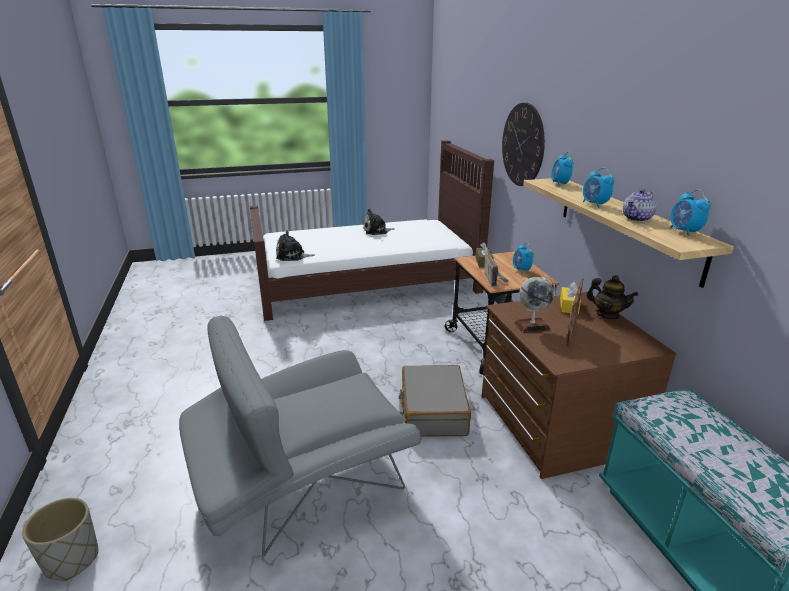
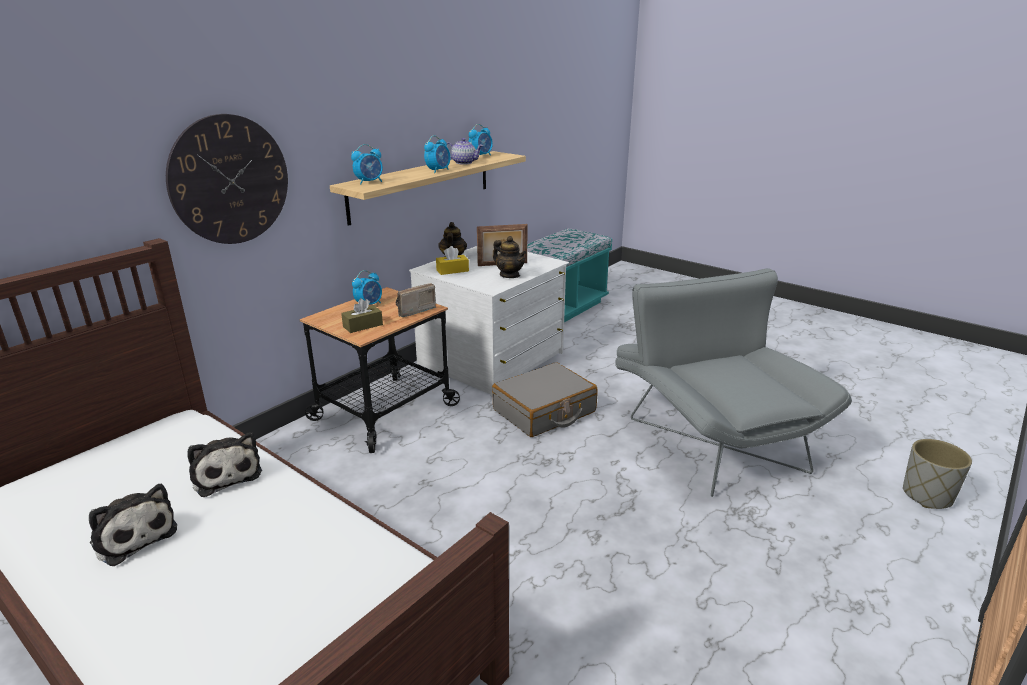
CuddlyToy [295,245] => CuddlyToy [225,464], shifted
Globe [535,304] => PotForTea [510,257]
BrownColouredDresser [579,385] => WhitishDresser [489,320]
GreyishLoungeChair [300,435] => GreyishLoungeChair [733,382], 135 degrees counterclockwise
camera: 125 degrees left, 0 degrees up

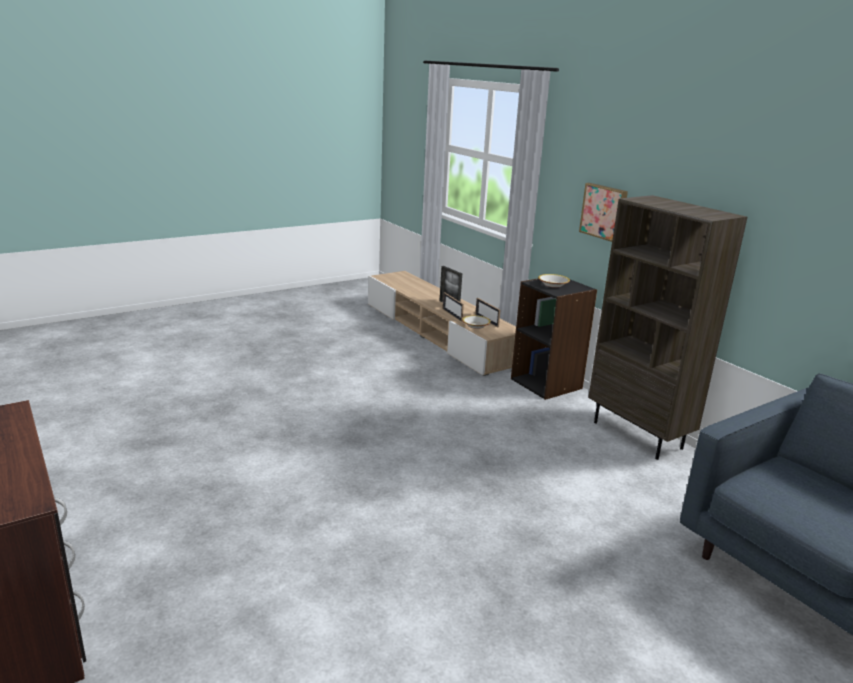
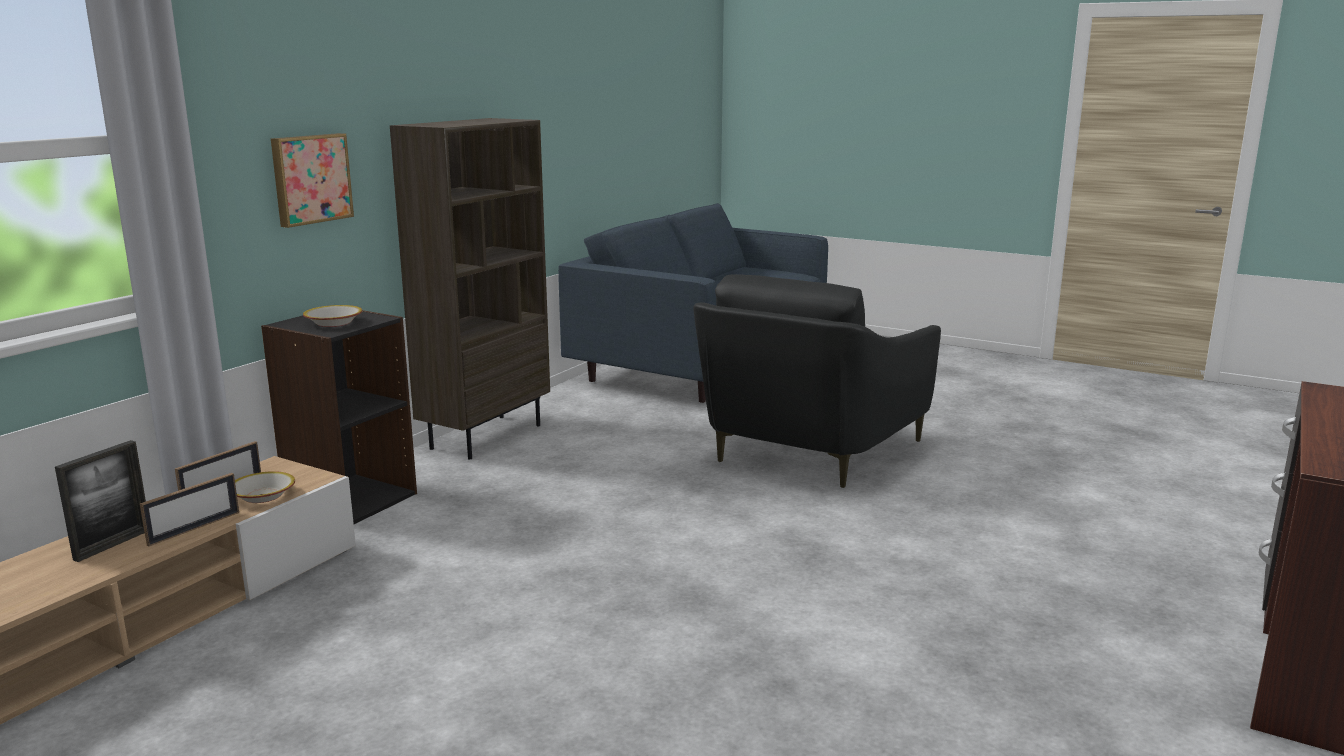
nothing => BlackLoungeChair [817,381]
camera: 115 degrees left, 5 degrees down

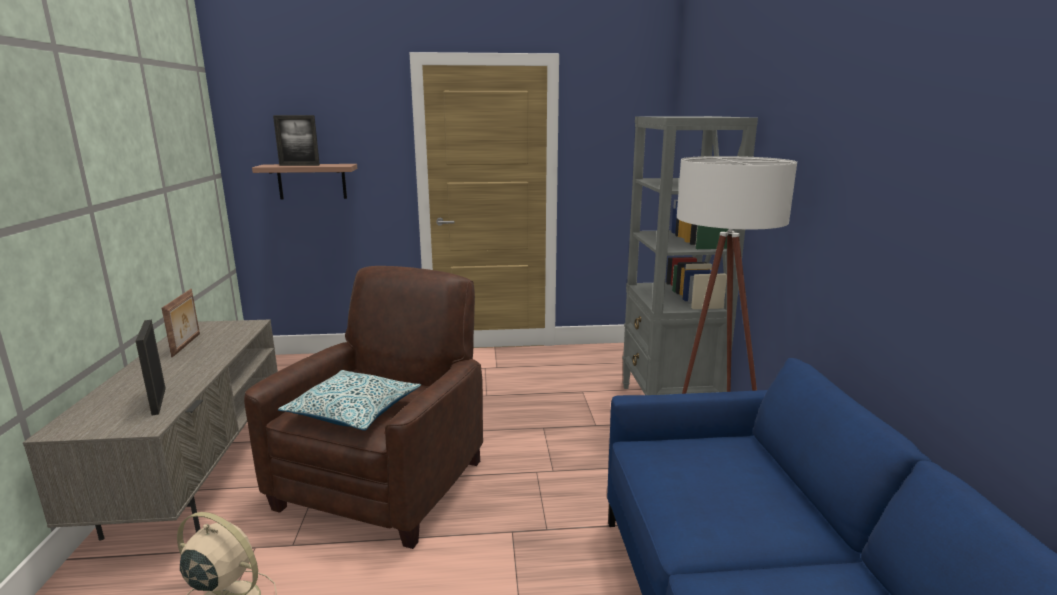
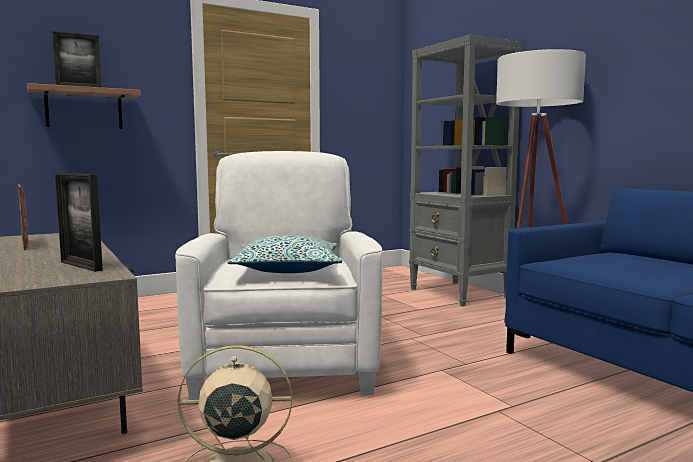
BrownColouredLoungeChair [363,407] => WhitishLoungeChair [279,275]
camera: 25 degrees left, 10 degrees down

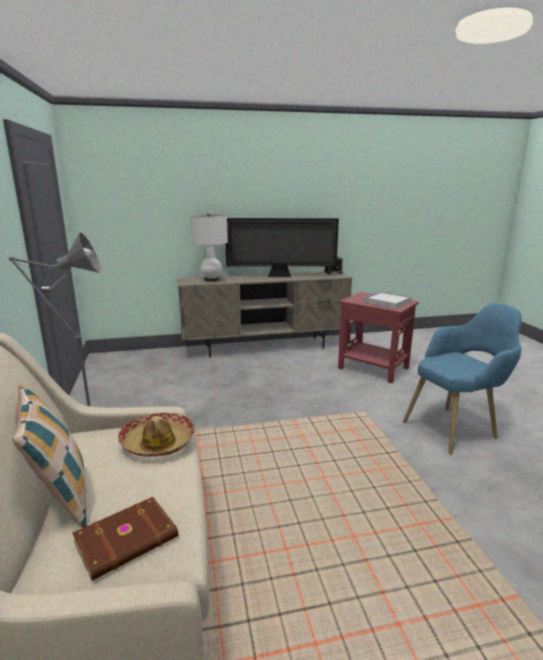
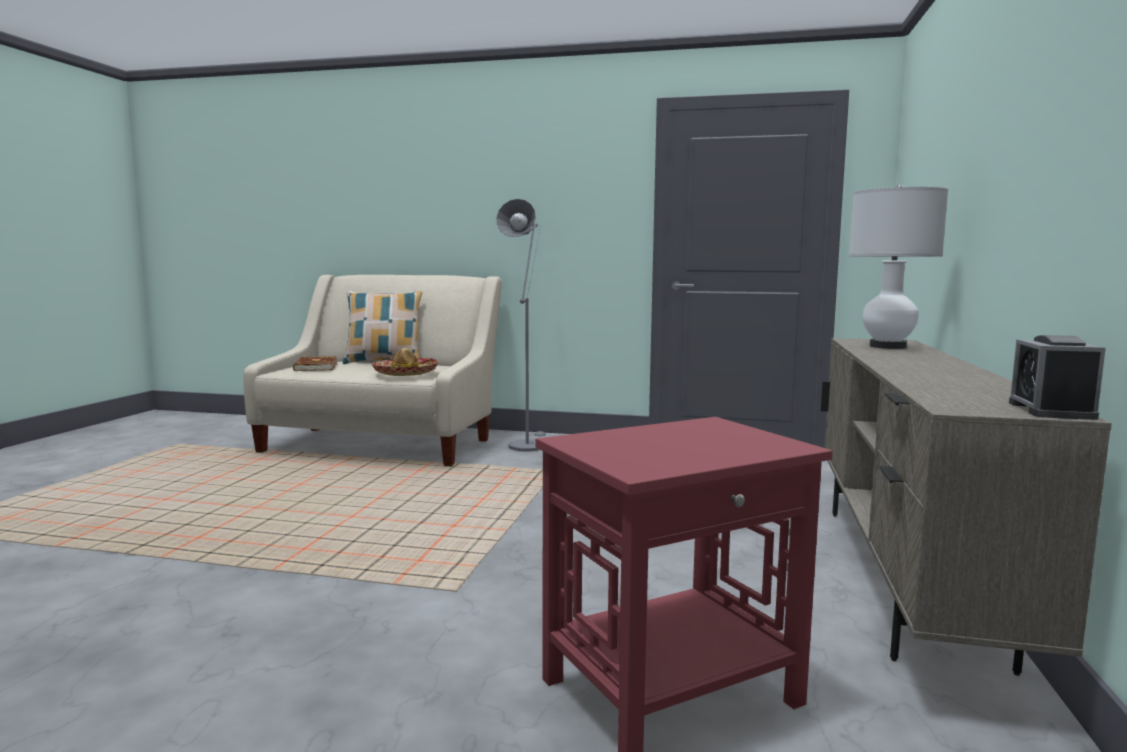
Tv [282,247] => nothing
WhitishServingTray [388,300] => nothing
BluishLoungeChair [462,379] => nothing
camera: 115 degrees right, 10 degrees down

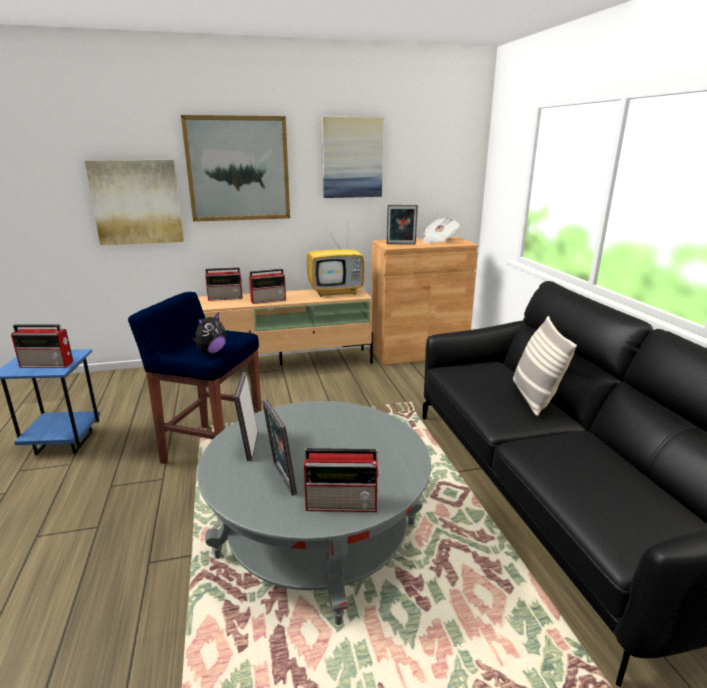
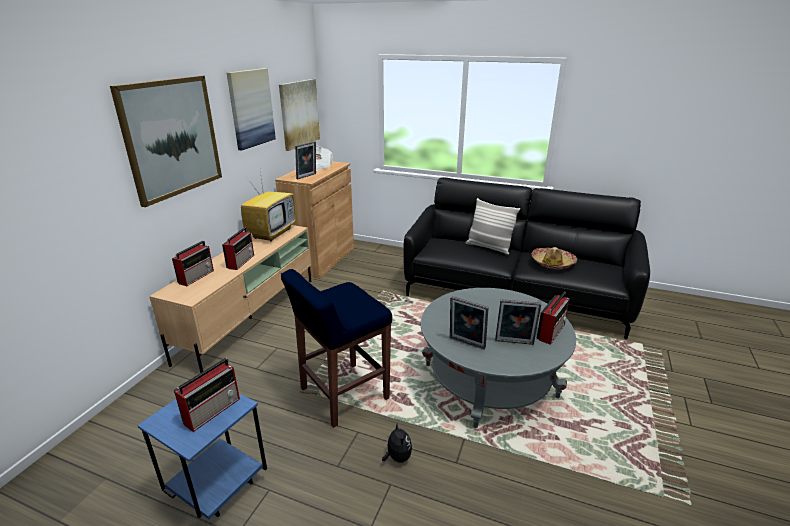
nothing => WearableHat [554,258]
WallPicture [134,202] => WallPicture [299,115], shifted
CuddlyToy [209,333] => CuddlyToy [397,442], shifted
camera: 55 degrees left, 5 degrees up

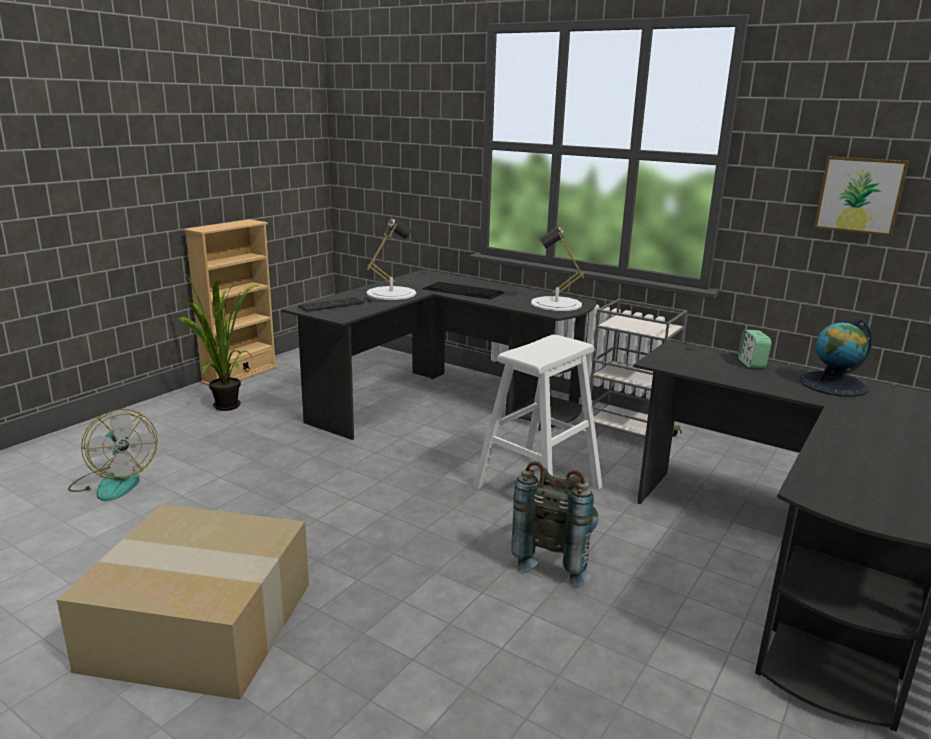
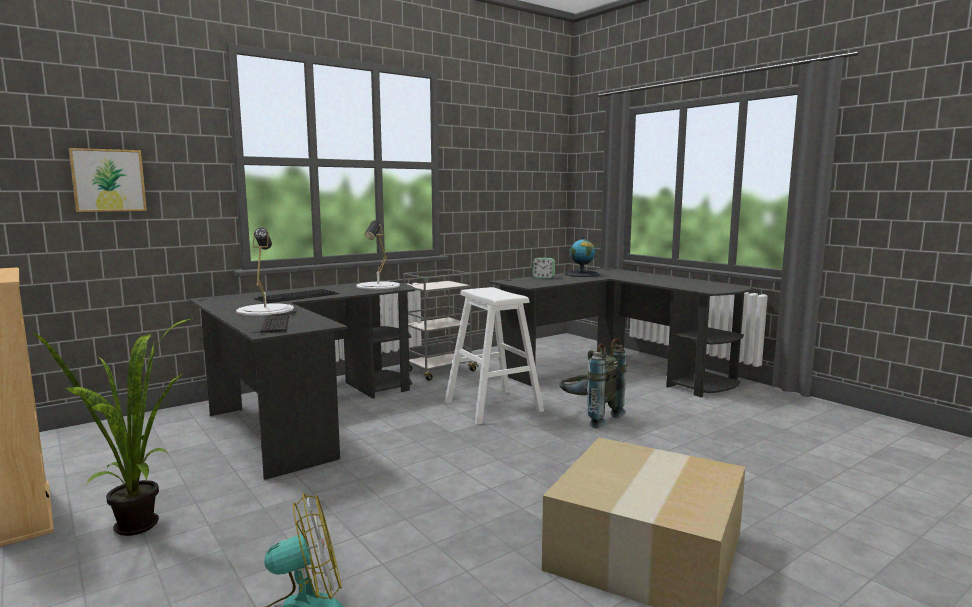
WallPicture [861,196] => WallPicture [107,180], shifted
camera: 70 degrees left, 10 degrees down

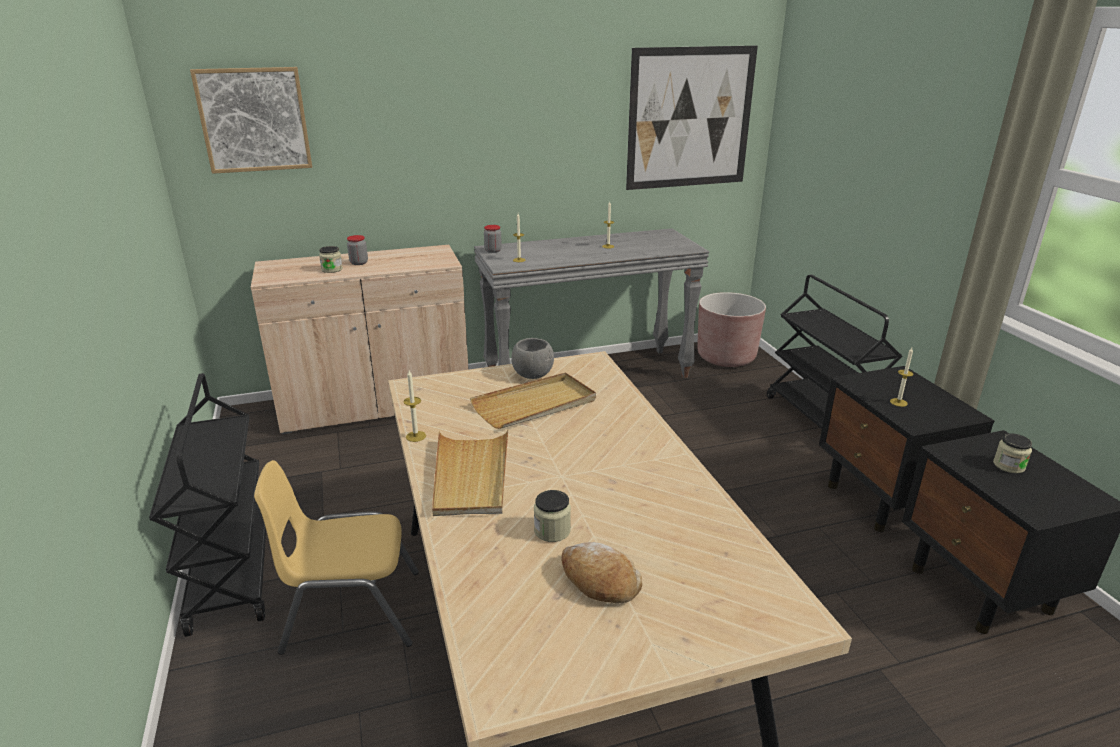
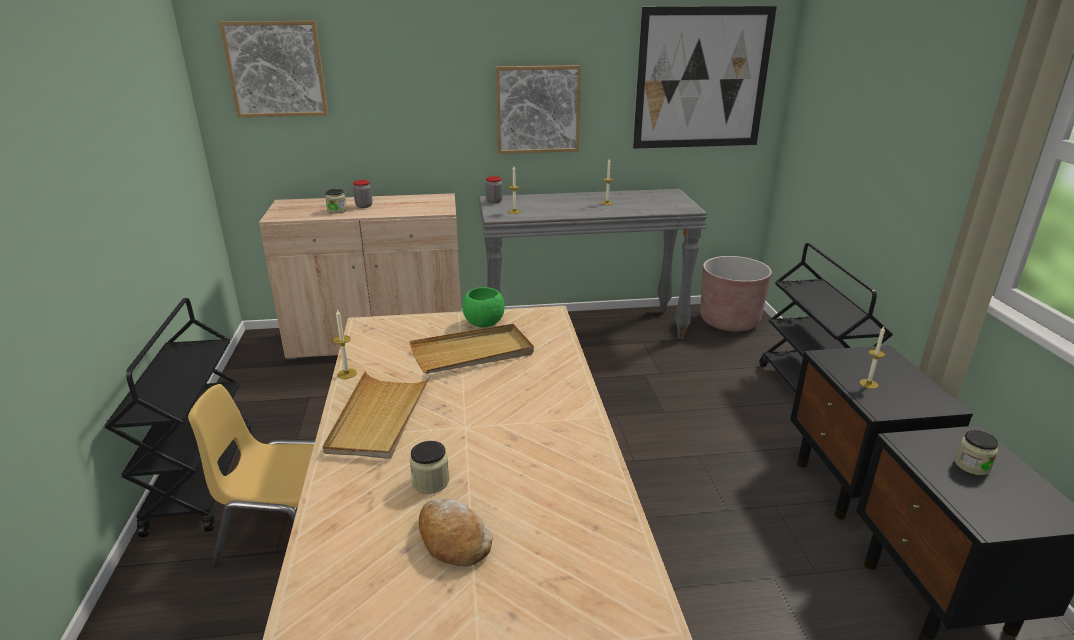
nothing => WallPicture [538,109]
GreyishBowl [532,358] => GreenishBowl [484,307]
camera: 10 degrees right, 0 degrees up

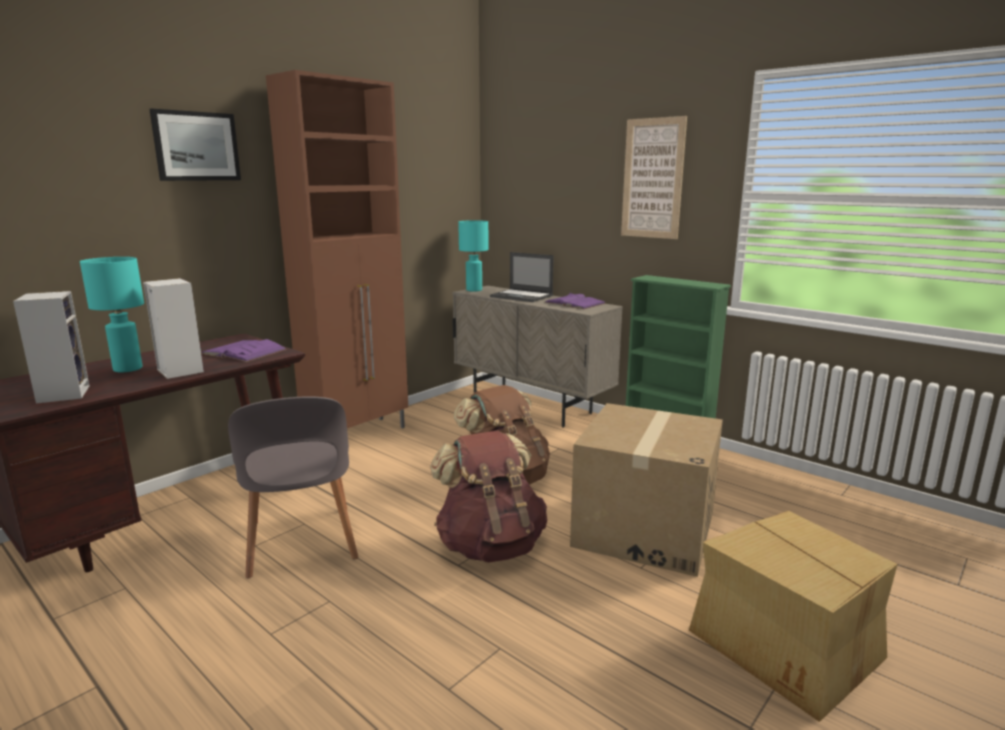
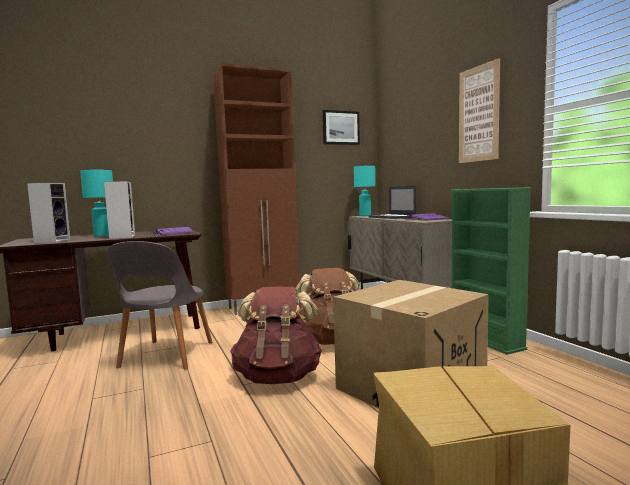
WallPicture [195,145] => WallPicture [341,127], shifted
camera: 25 degrees right, 10 degrees down

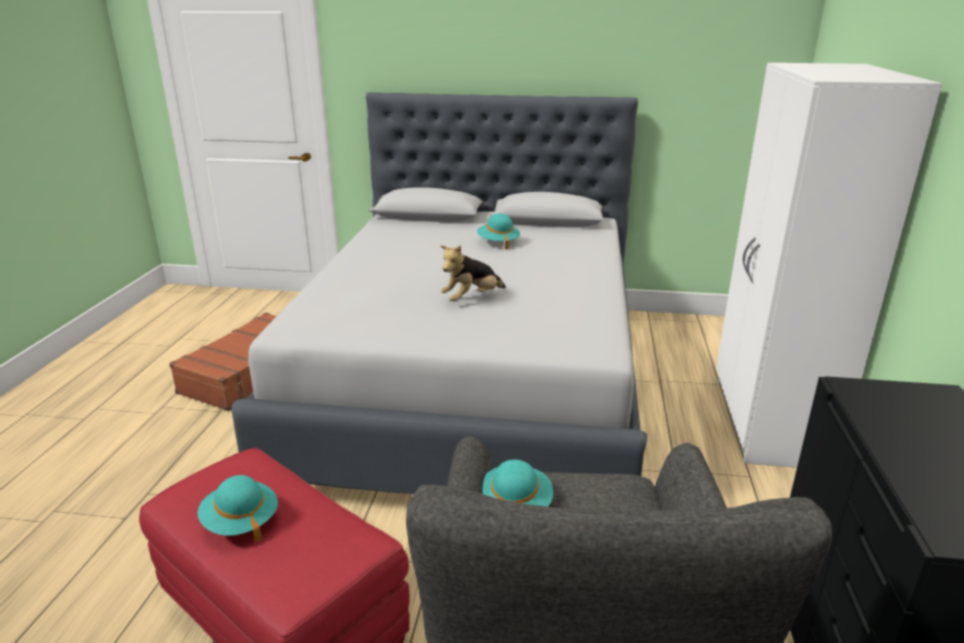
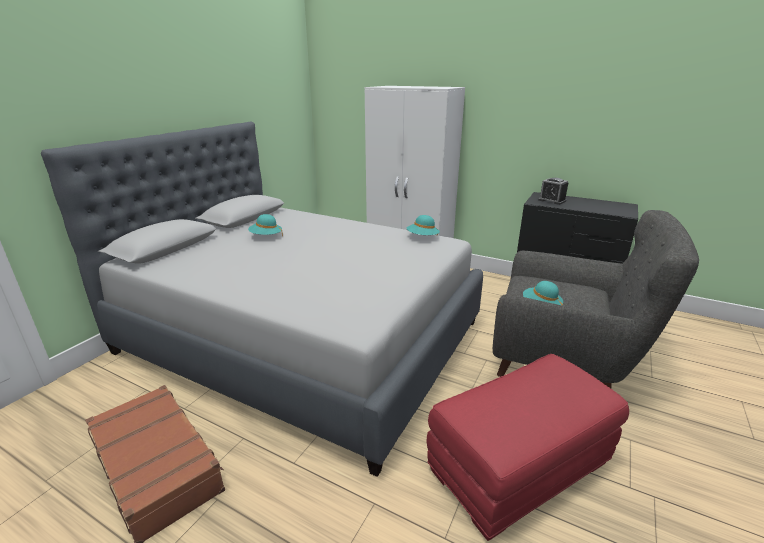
CuddlyToy [473,273] => nothing
nothing => TableClock [553,191]
TurquoiseWearableHat [238,508] => TurquoiseWearableHat [423,225], shifted
camera: 70 degrees left, 0 degrees up

